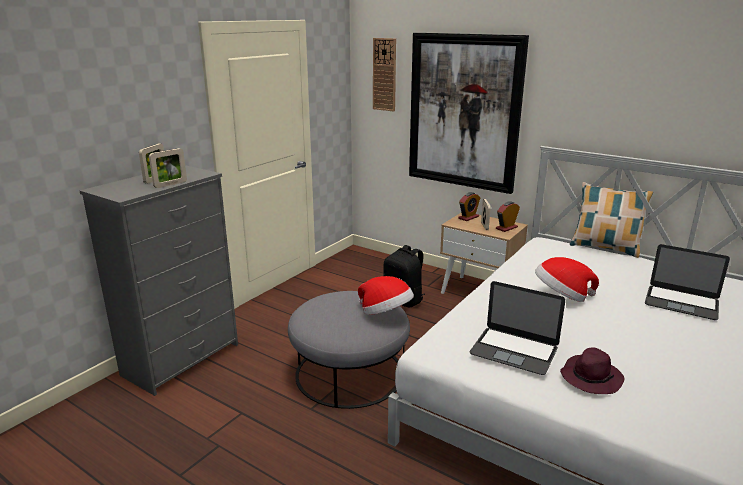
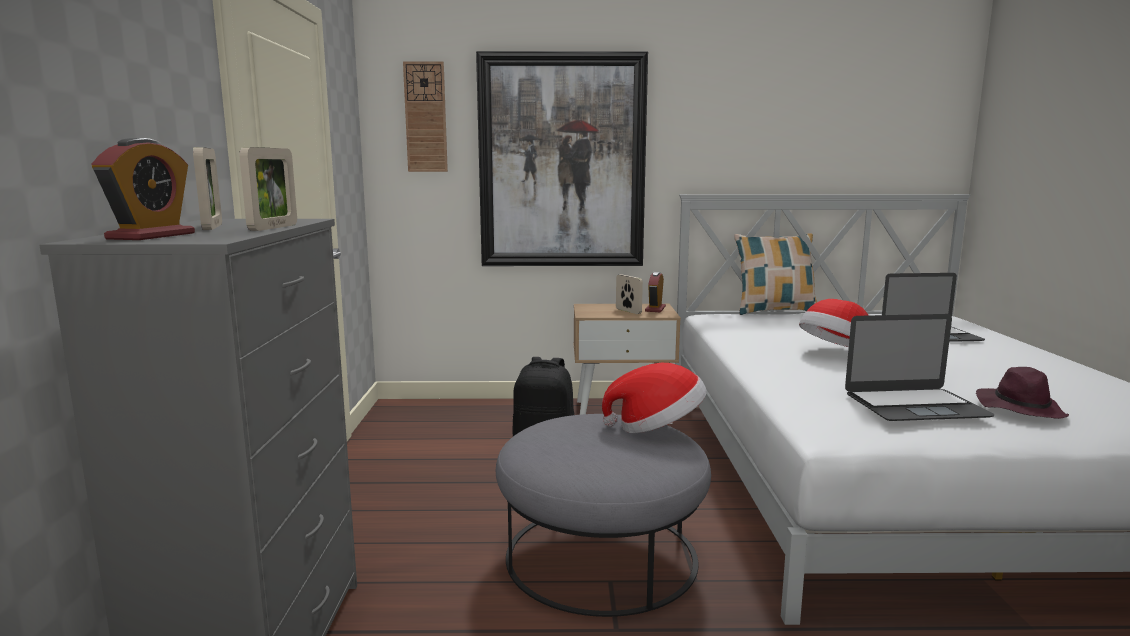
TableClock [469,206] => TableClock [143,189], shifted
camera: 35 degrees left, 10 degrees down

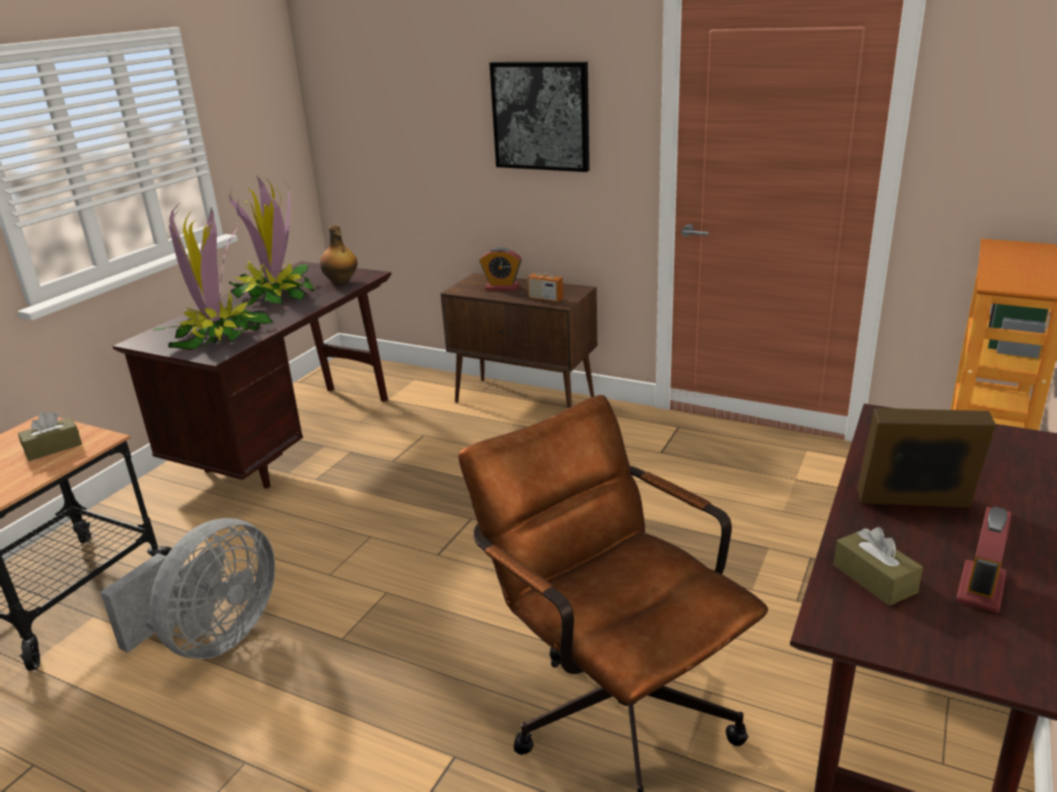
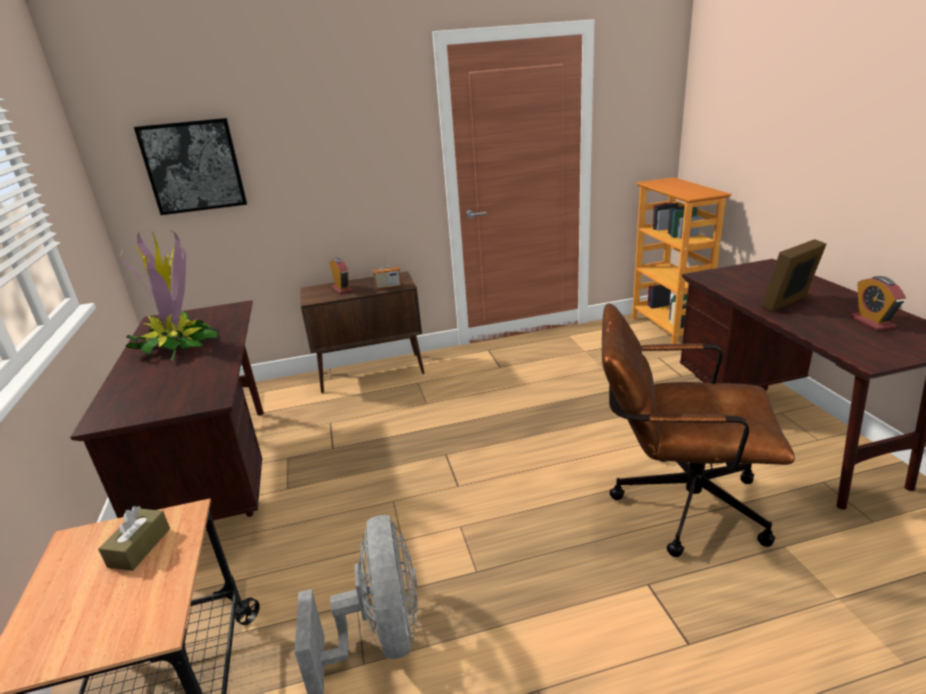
PlantInAPot [213,277] => nothing
DrinkBottle [338,255] => nothing
BrownColouredTissueBox [878,566] => nothing
WallPicture [539,117] => WallPicture [190,166], shifted
TableClock [500,269] => TableClock [341,275], 90 degrees counterclockwise
camera: 40 degrees left, 0 degrees up

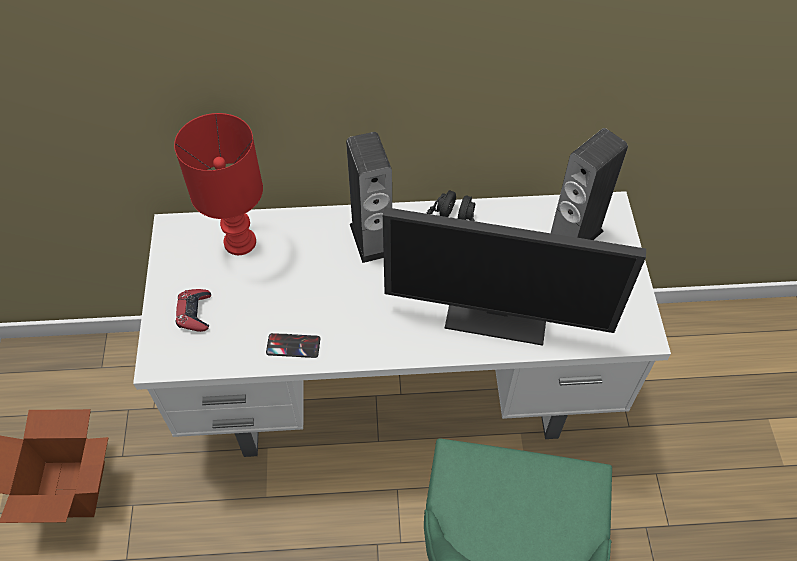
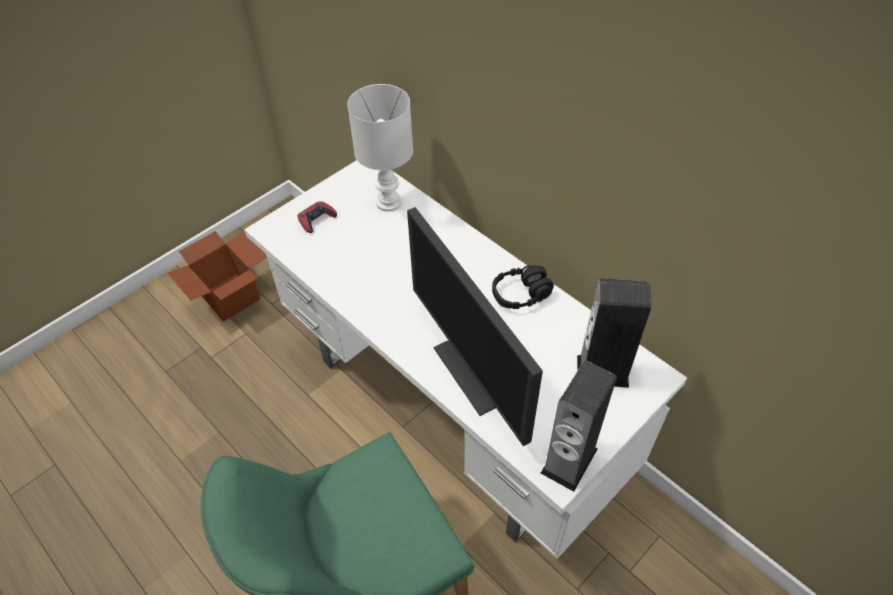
Telephone [293,345] => nothing
Speaker [369,197] => Speaker [579,426], shifted
RedTabletopLamp [218,184] => WhitishTabletopLamp [380,148]
camera: 50 degrees right, 5 degrees down

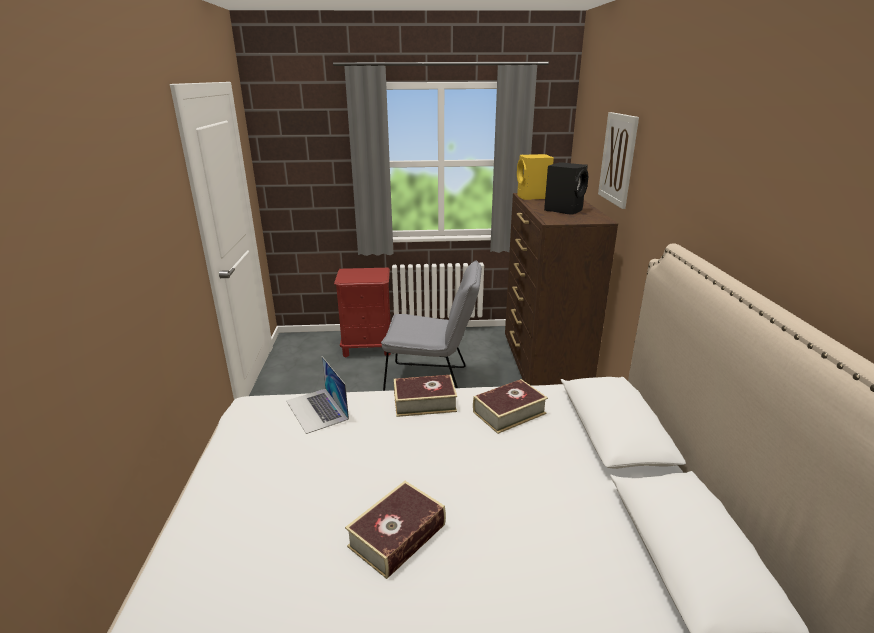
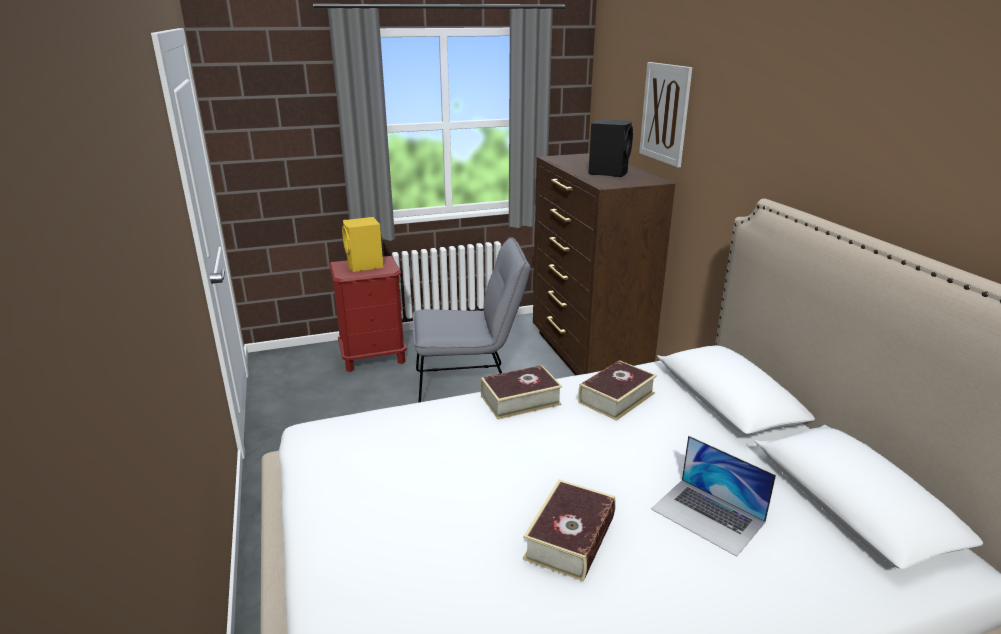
Laptop [317,395] => Laptop [713,496], shifted
YellowishSpeaker [535,177] => YellowishSpeaker [362,244], shifted
camera: 15 degrees left, 0 degrees up

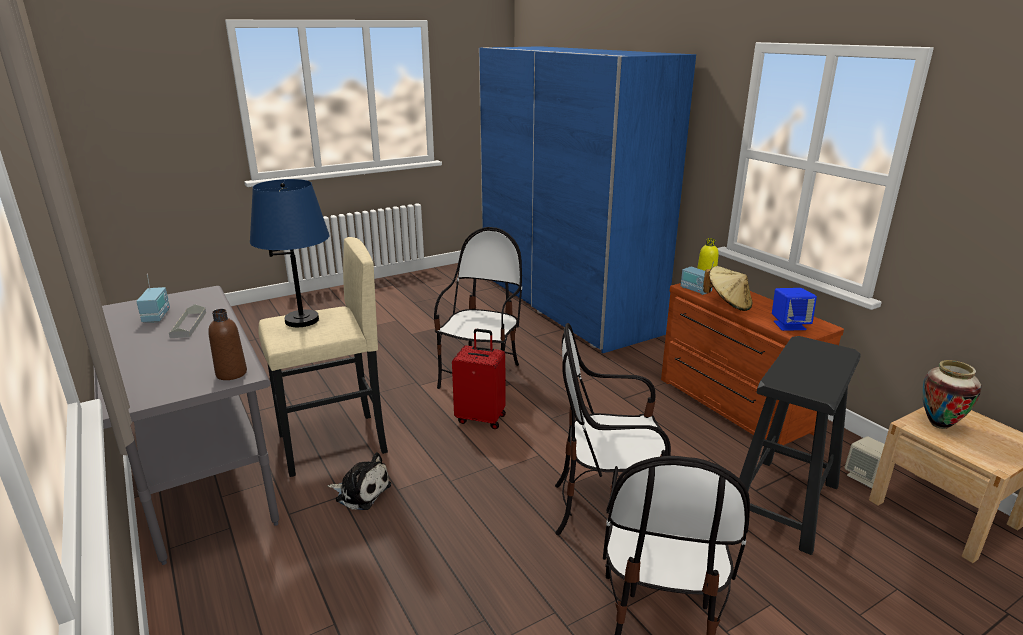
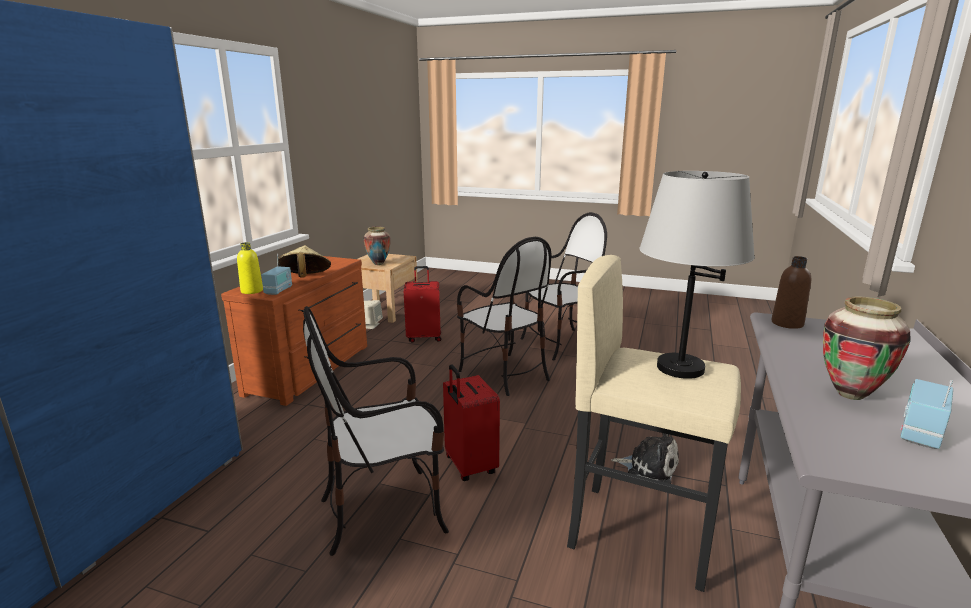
BluishSpeaker [794,309] => nothing
GreyishServingTray [187,321] => Vase [867,348]
BlackStoolSeat [800,445] => RedSuitcase [422,304]
BluishTabletopLamp [290,253] => GreyishTabletopLamp [697,275]
CuddlyToy [359,481] => CuddlyToy [645,458], 135 degrees clockwise
camera: 130 degrees left, 5 degrees down

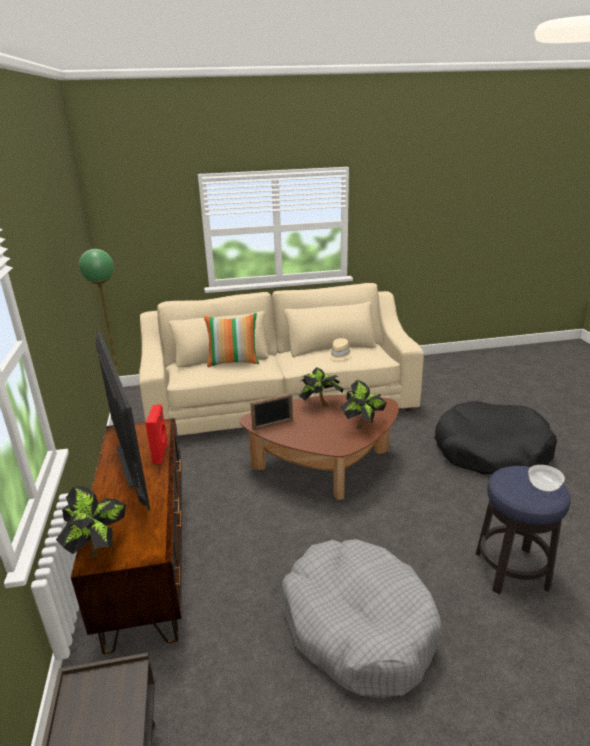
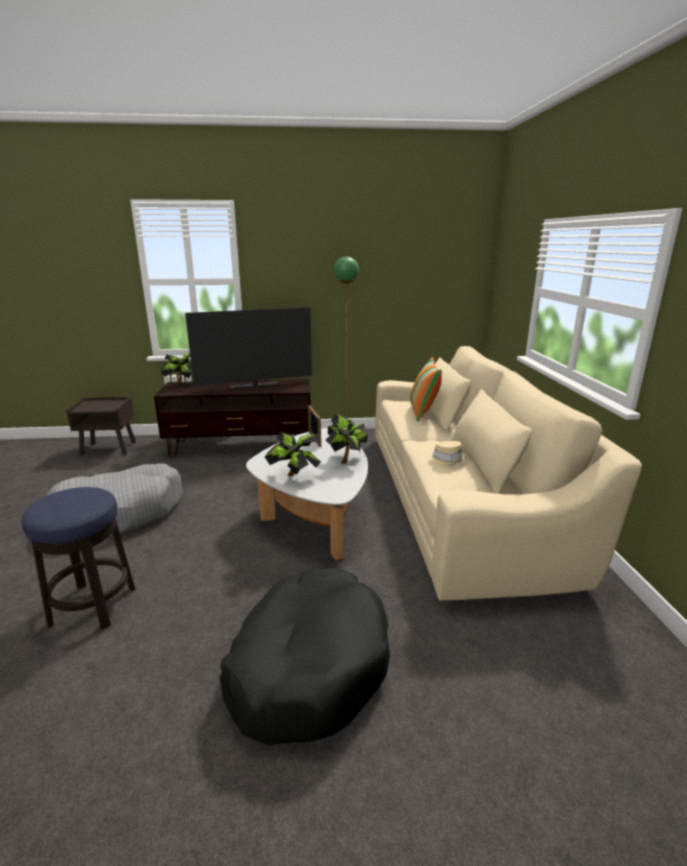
RedSpeaker [156,434] => nothing
Bowl [546,478] => nothing
BrownColouredLowTable [319,447] => WhitishLowTable [307,494]
camera: 95 degrees right, 5 degrees down

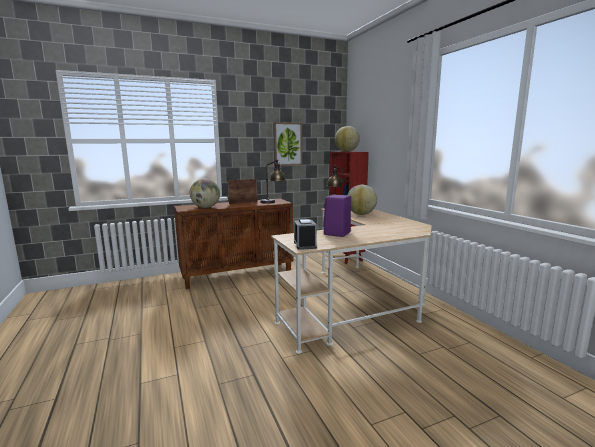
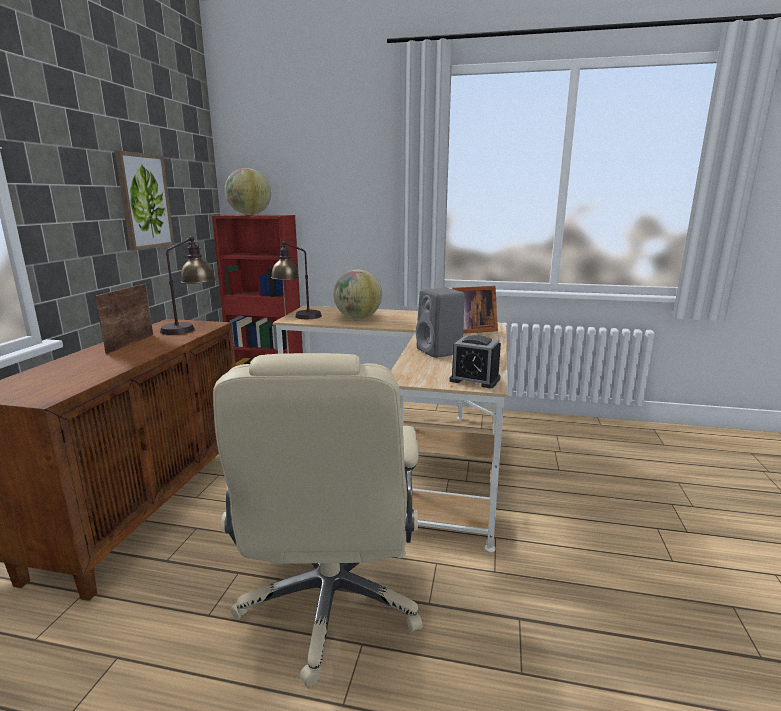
Globe [204,193] => nothing
nothing => BeigeOfficeChair [317,520]
nothing => PictureFrame [475,310]
PurpleColouredSpeaker [337,216] => GreyishSpeaker [440,323]
camera: 55 degrees left, 5 degrees up

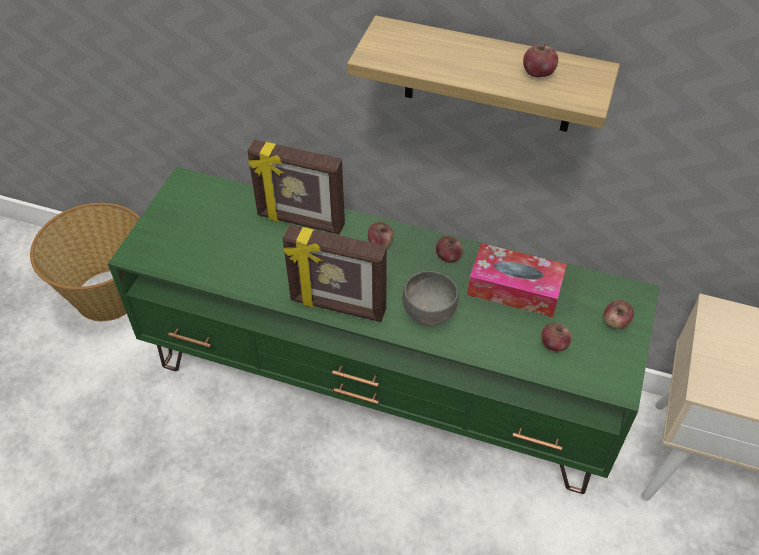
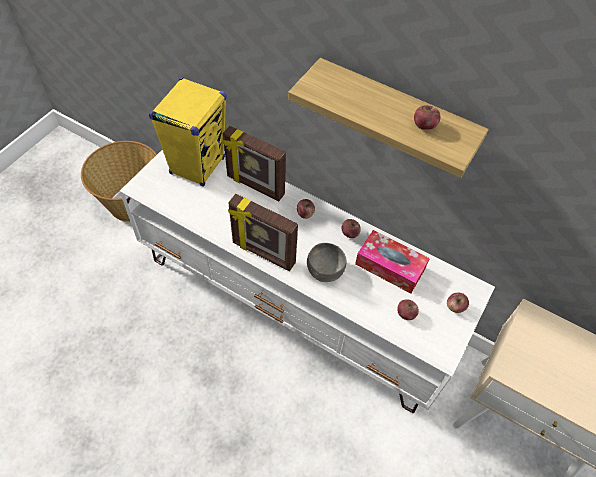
nothing => YellowishSpeaker [188,132]
GreenishTvUnit [383,330] => WhitishTvUnit [307,281]
camera: 10 degrees right, 5 degrees up

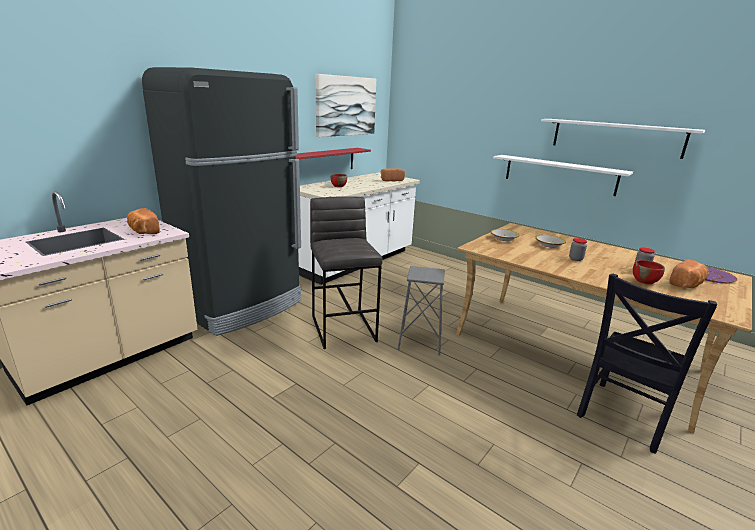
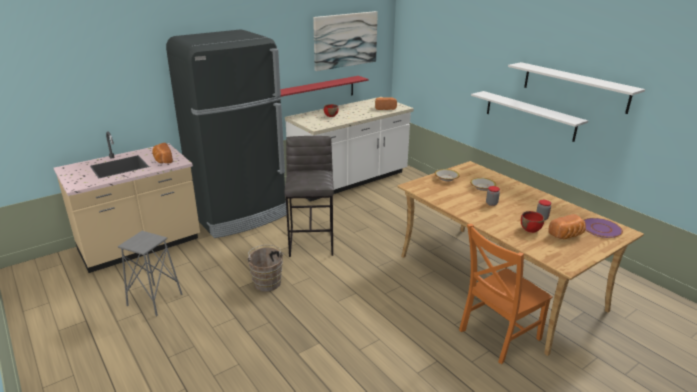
nothing => BrownColouredBucket [265,268]
GreyishStoolSeat [421,310] => GreyishStoolSeat [150,273], shifted
BlackPlainChair [647,363] => OrangeColouredPlainChair [506,294]
camera: 15 degrees right, 5 degrees up

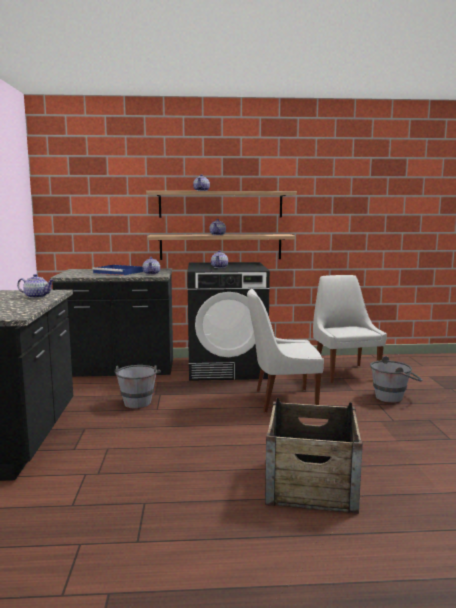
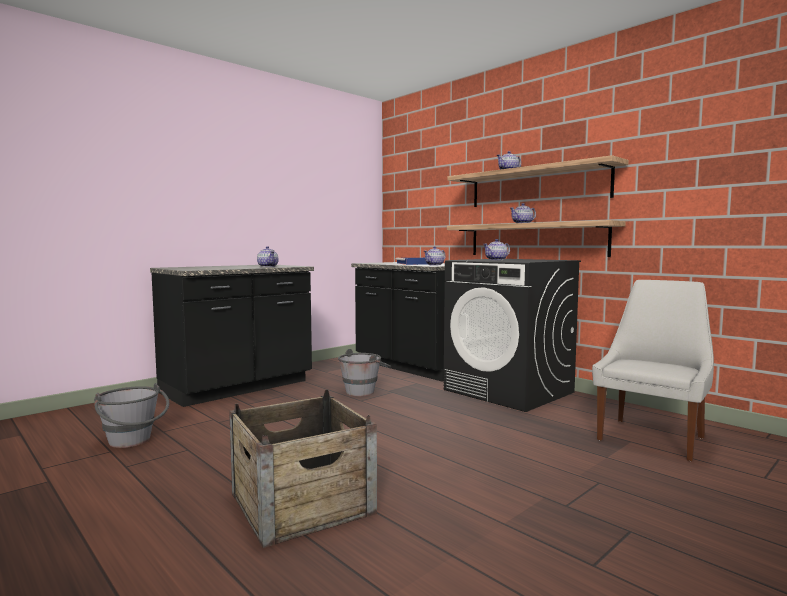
WhitishPlainChair [285,351] => nothing
GreyishBucket [396,379] => GreyishBucket [131,415], shifted
camera: 50 degrees right, 5 degrees down

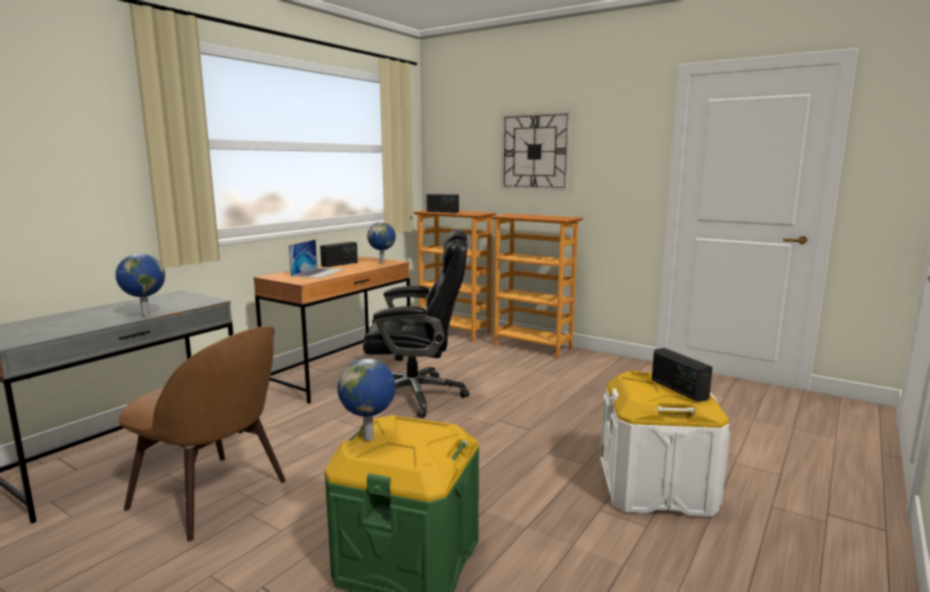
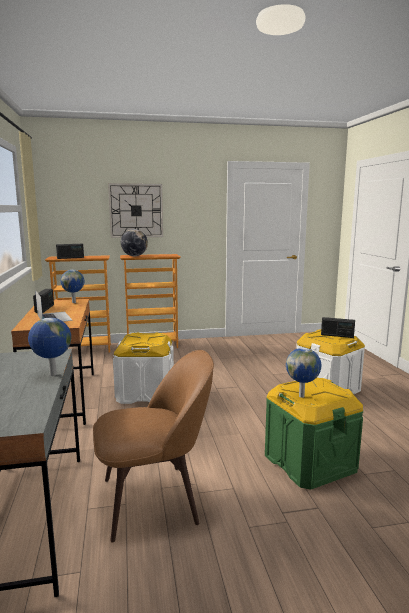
nothing => Globe [134,242]
BlackOfficeChair [416,323] => WhitishStorageContainer [143,368]
camera: 45 degrees left, 0 degrees up

